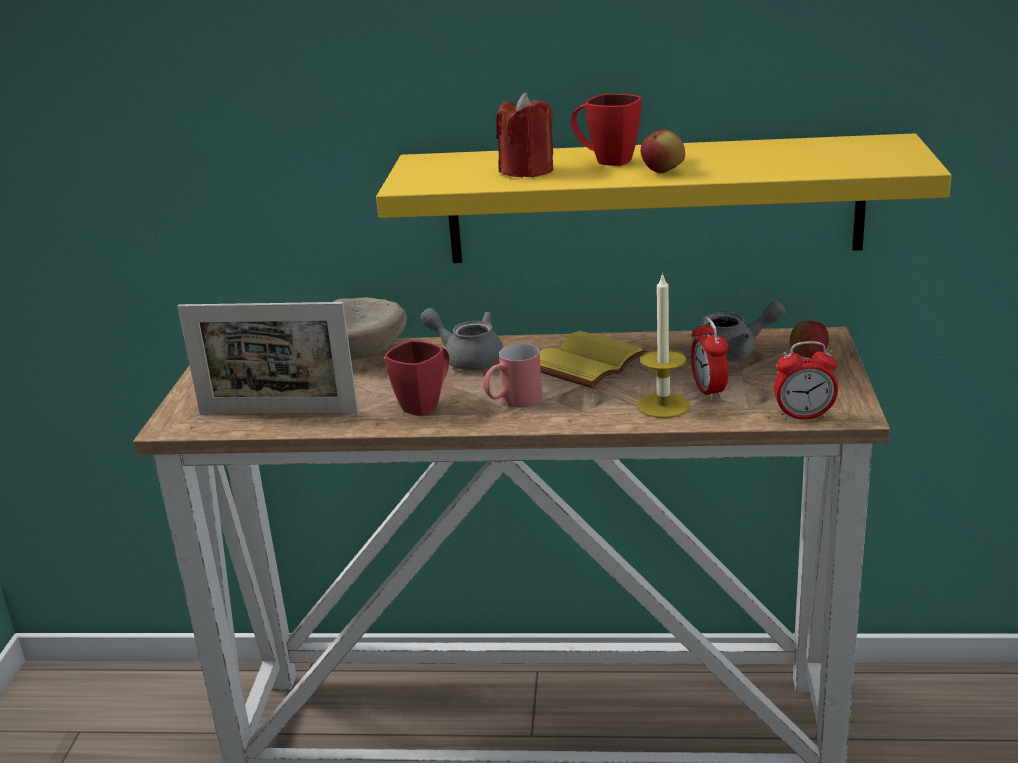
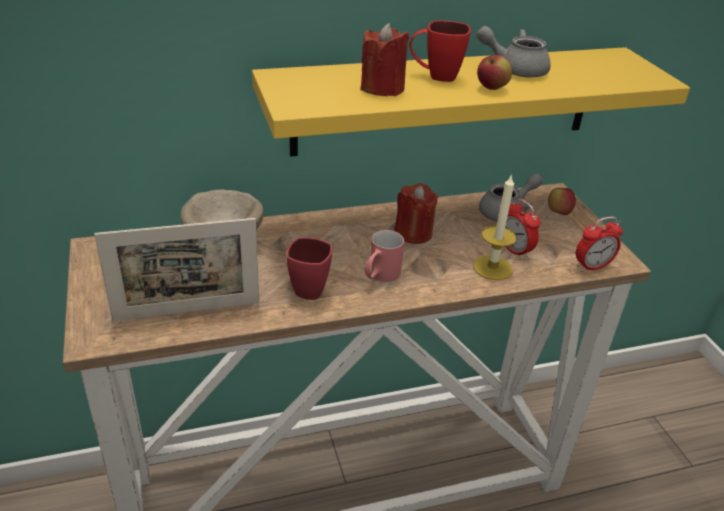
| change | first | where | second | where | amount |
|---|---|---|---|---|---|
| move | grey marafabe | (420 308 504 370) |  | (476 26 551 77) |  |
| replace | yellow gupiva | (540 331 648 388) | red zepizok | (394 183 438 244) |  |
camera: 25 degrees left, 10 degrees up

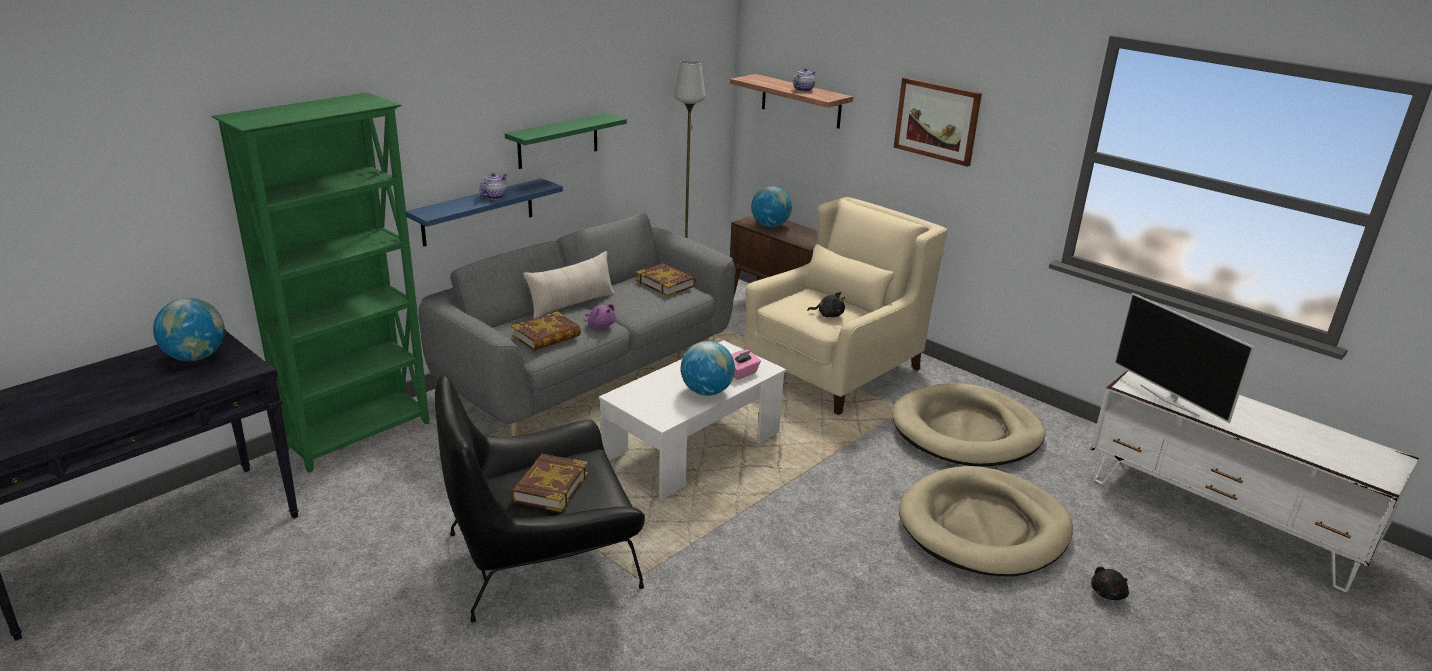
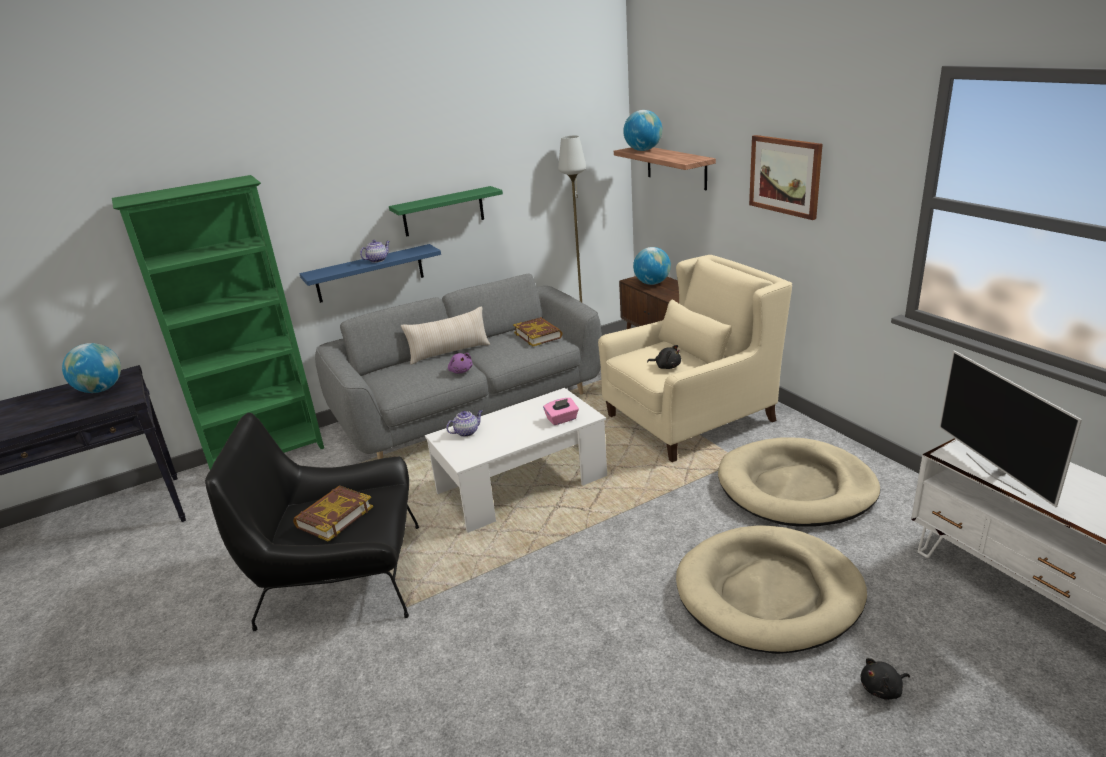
| change | first | where | second | where | amount |
|---|---|---|---|---|---|
| move | marafabe | (793 68 815 92) |  | (446 410 483 437) |  |
| delete | gupiva | (511 312 581 351) |  |  |  |
| move | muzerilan | (681 341 735 396) |  | (623 110 662 151) |  |
camera: 20 degrees right, 0 degrees up

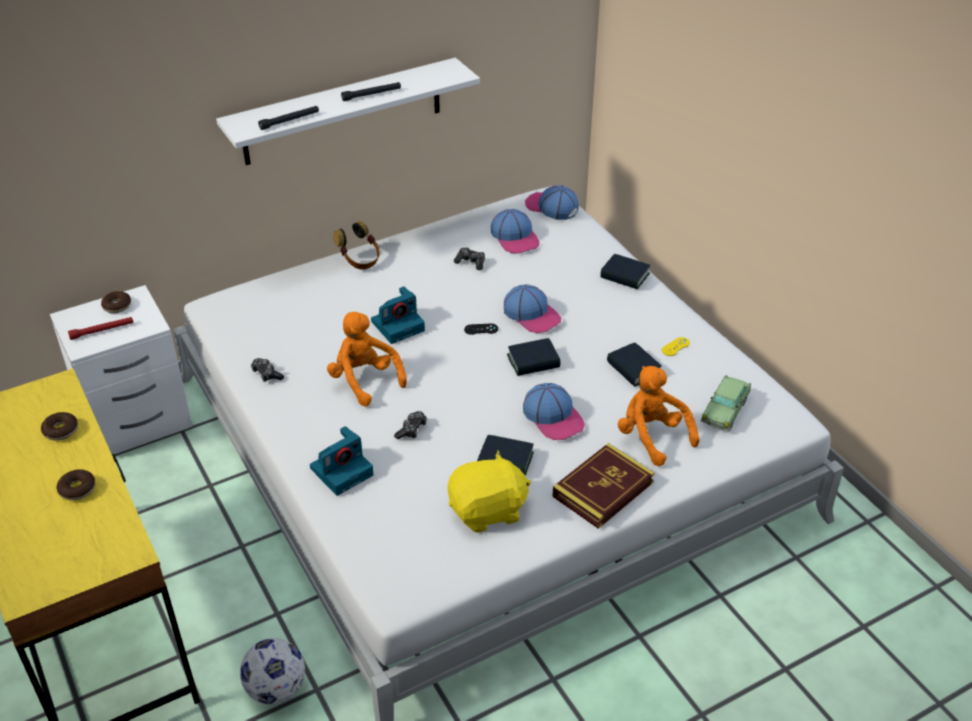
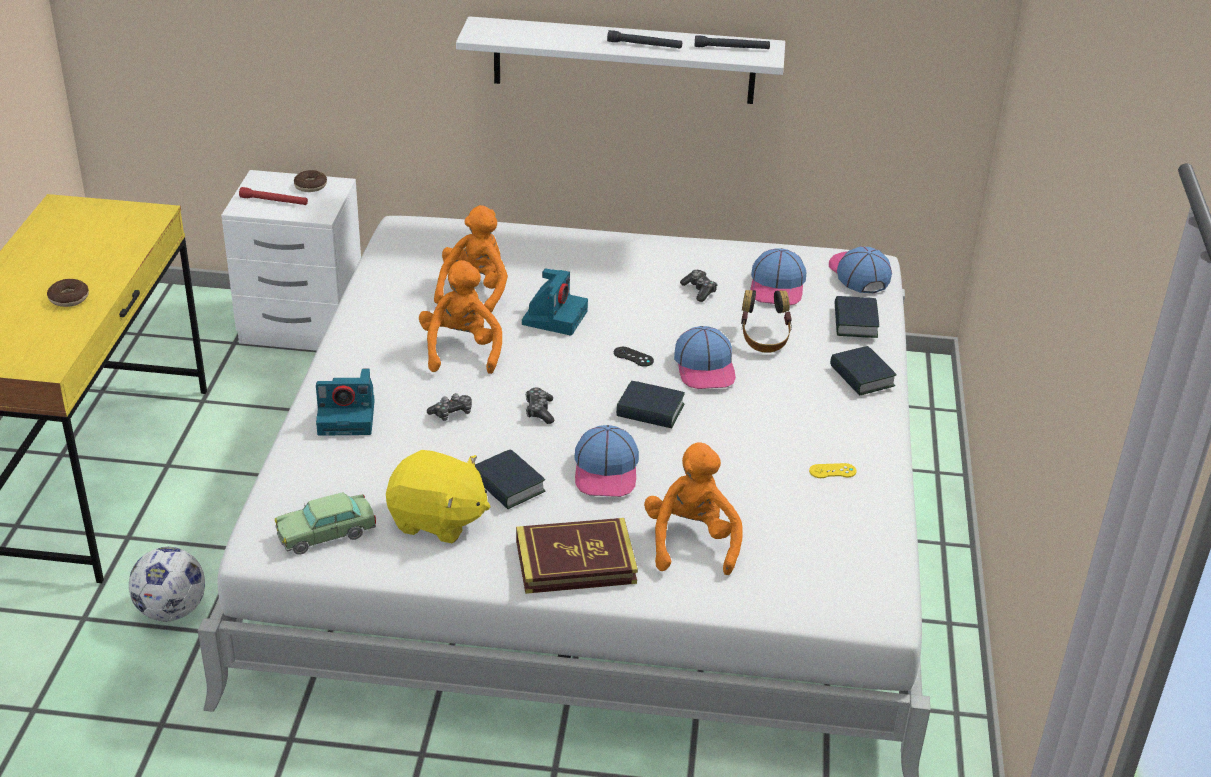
| change | first | where | second | where | amount |
|---|---|---|---|---|---|
| move | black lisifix | (258 106 319 130) |  | (694 35 770 49) |  |
| move | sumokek | (333 221 380 270) |  | (741 290 792 353) |  |
| rotate | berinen | (371 286 425 344) |  | (522 269 588 336) | 75 degrees counterclockwise |
| move | gupiva | (607 343 662 387) |  | (835 296 879 338) |  |
| move | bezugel | (251 358 284 382) |  | (525 387 554 424) |  |
| move | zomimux | (701 375 751 431) |  | (275 492 376 555) |  |
| delete | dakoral | (41 412 78 441) |  |  |  |
| insert |  |  | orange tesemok | (434 205 508 313) |  |
camera: 35 degrees right, 5 degrees down

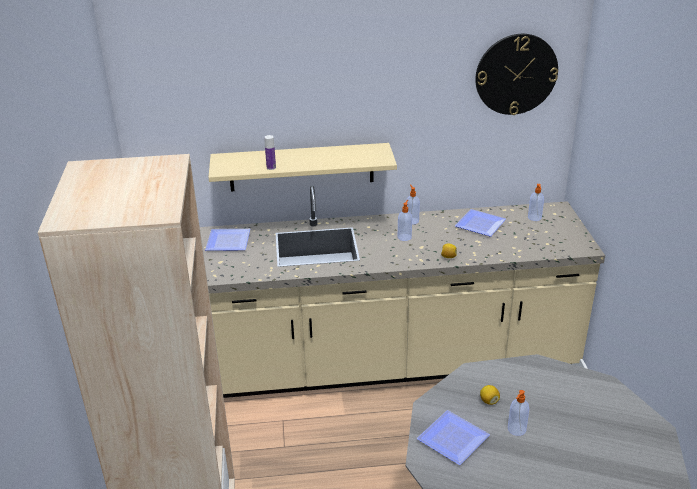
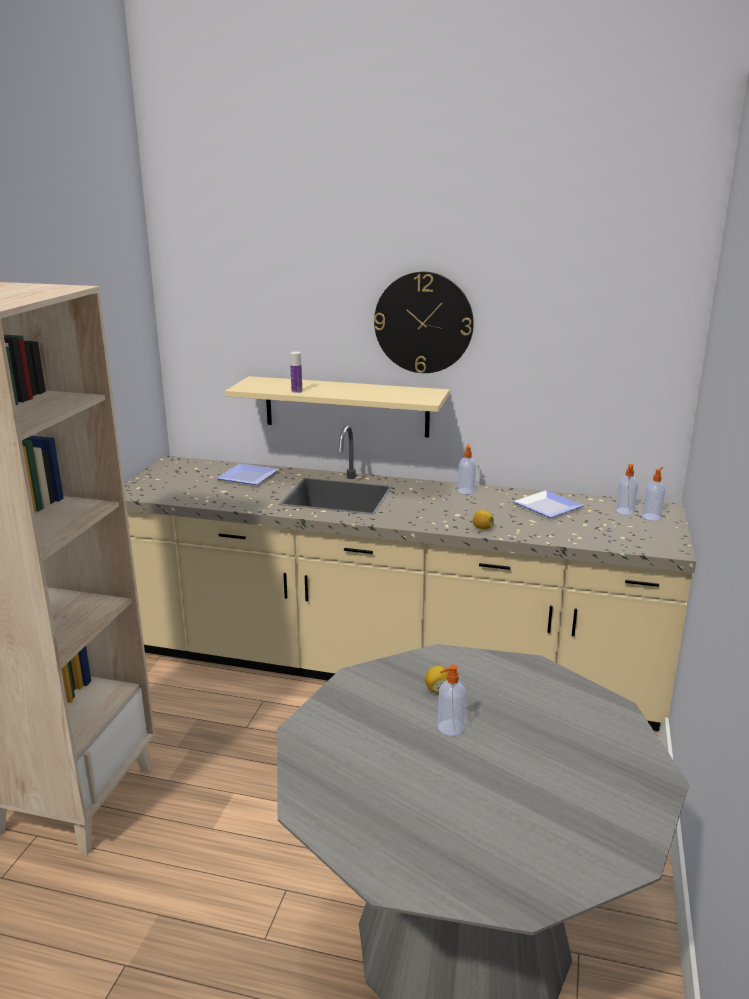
| change | first | where | second | where | amount |
|---|---|---|---|---|---|
| move | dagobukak | (475 34 558 115) |  | (374 272 474 373) |  |
| move | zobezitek | (398 200 412 241) |  | (642 467 665 521) |  |
| delete | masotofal | (417 410 490 465) |  |  |  |
camera: 20 degrees right, 10 degrees down

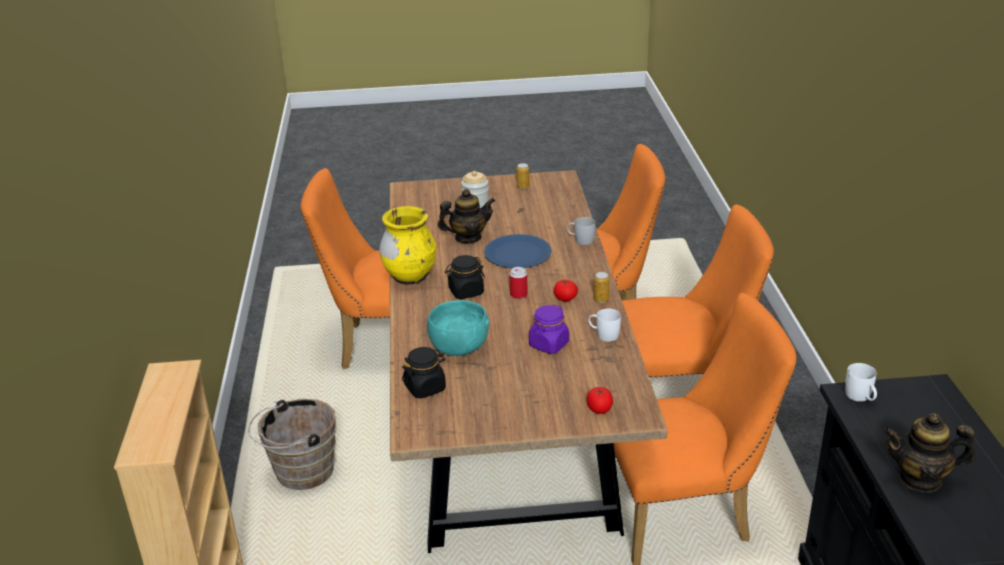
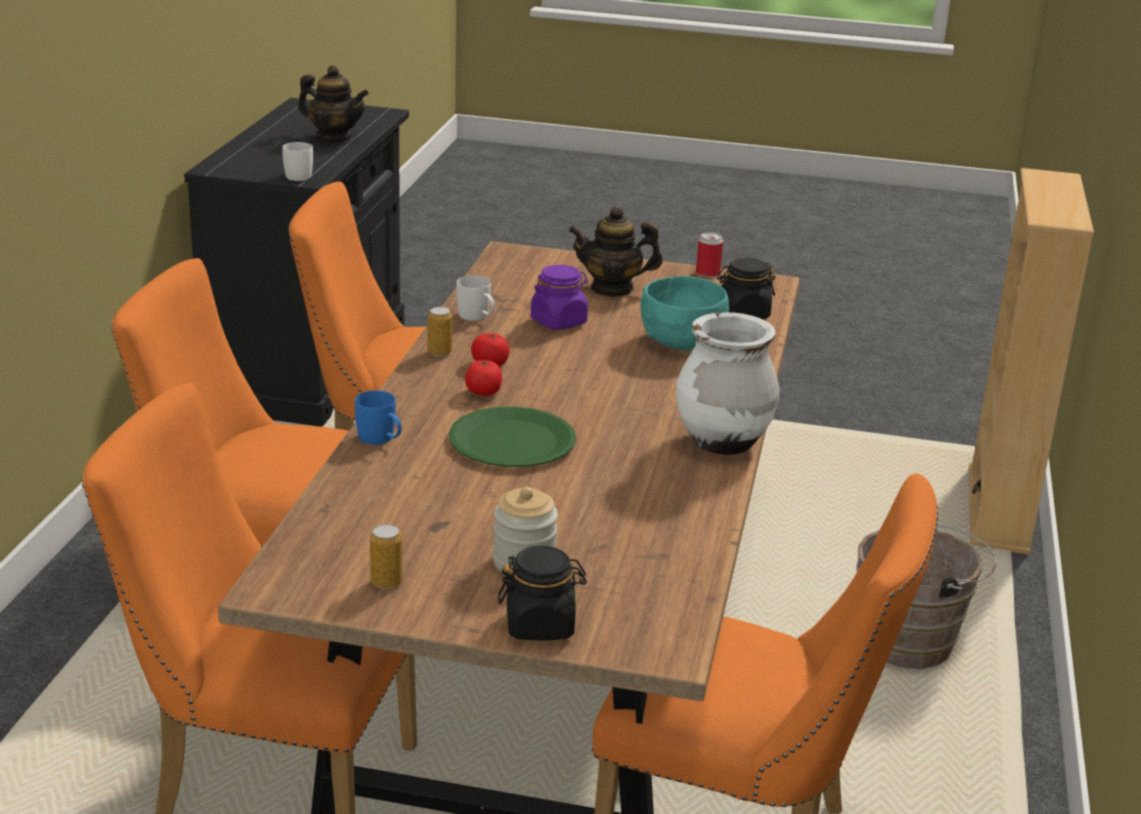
| change | first | where | second | where | amount |
|---|---|---|---|---|---|
| move | marafabe | (438 189 495 243) |  | (569 206 663 297) |  |
| recolor | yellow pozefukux | (379 206 436 285) | white pozefukux | (676 312 780 455) |  |
| recolor | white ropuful | (567 217 595 245) | blue ropuful | (355 390 402 445) |  |
| recolor | blue masotofal | (484 234 552 268) | green masotofal | (448 406 577 467) |  |
| move | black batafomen | (445 255 485 299) |  | (498 546 587 640) |  |
| move | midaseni | (509 267 528 299) |  | (696 232 723 277) |  |
| move | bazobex | (586 387 613 414) |  | (465 359 502 396) |  |
camera: 165 degrees left, 5 degrees down

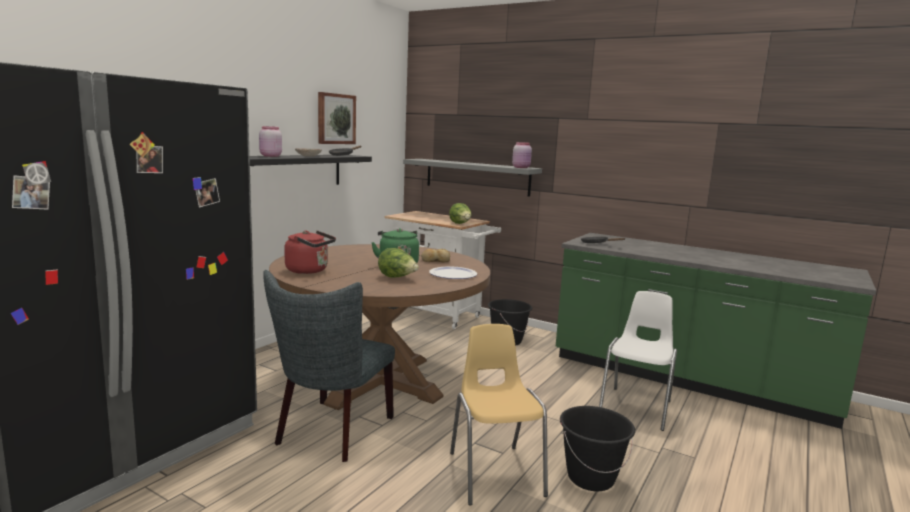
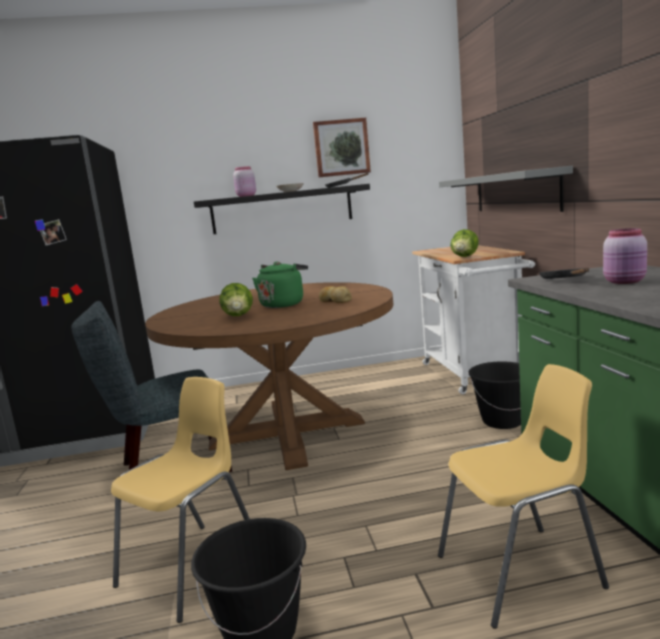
| change | first | where | second | where | amount |
|---|---|---|---|---|---|
| move | pink batafomen | (512 142 532 168) |  | (603 228 647 284) |  |
| delete | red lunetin | (284 230 336 274) |  |  |  |
| delete | masotofal | (429 266 477 279) |  |  |  |
| recolor | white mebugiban | (599 291 677 431) | yellow mebugiban | (438 364 609 629) |  |
camera: 50 degrees right, 0 degrees up

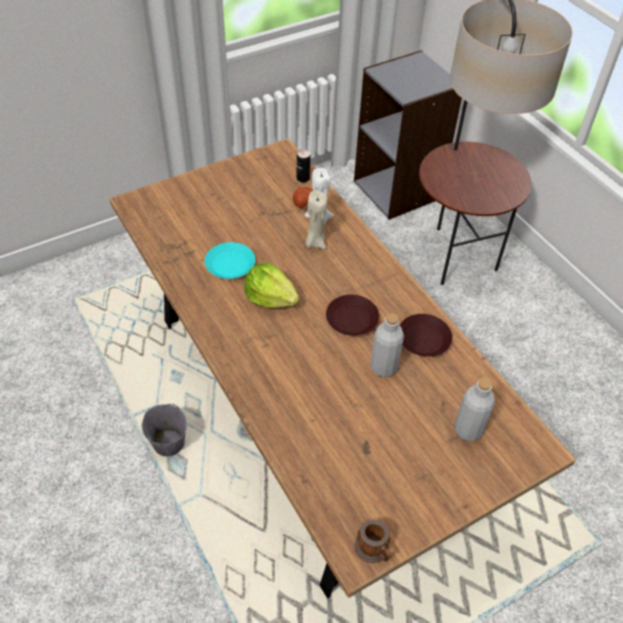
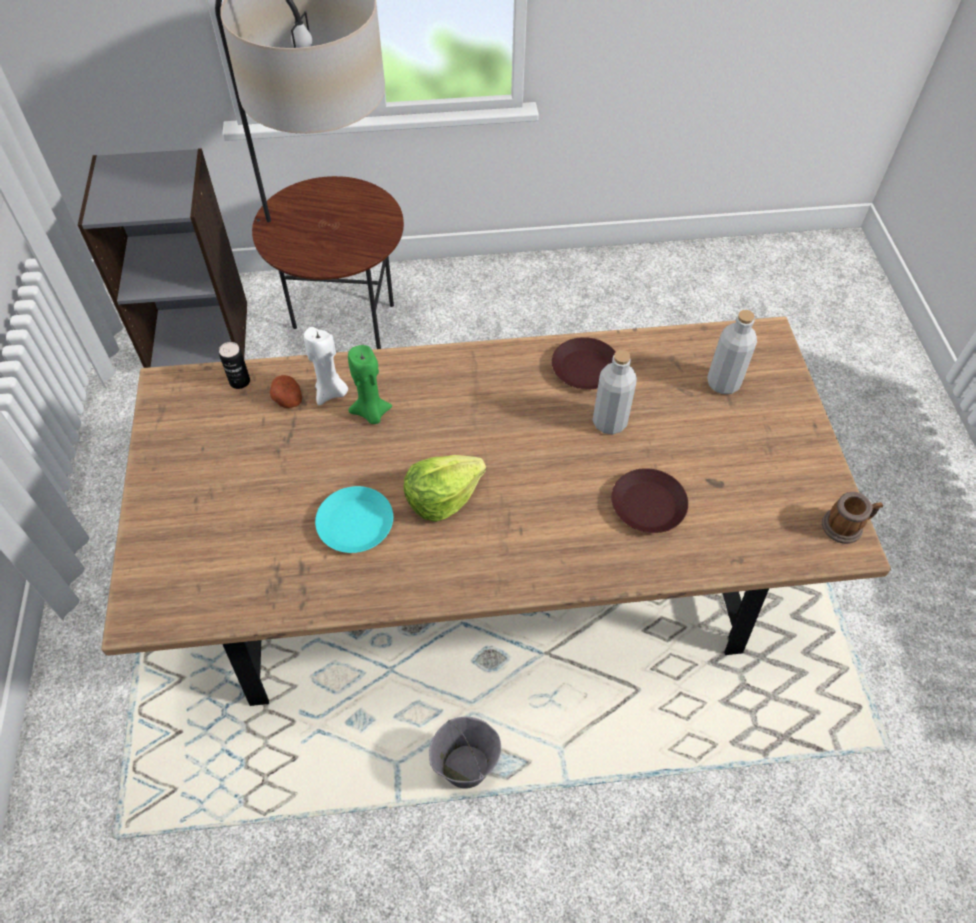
| change | first | where | second | where | amount |
|---|---|---|---|---|---|
| recolor | beige zepizok | (305 191 327 249) | green zepizok | (348 345 392 424) |  |
| move | brown masotofal | (326 295 379 336) |  | (612 468 688 533) |  |
camera: 65 degrees left, 5 degrees up

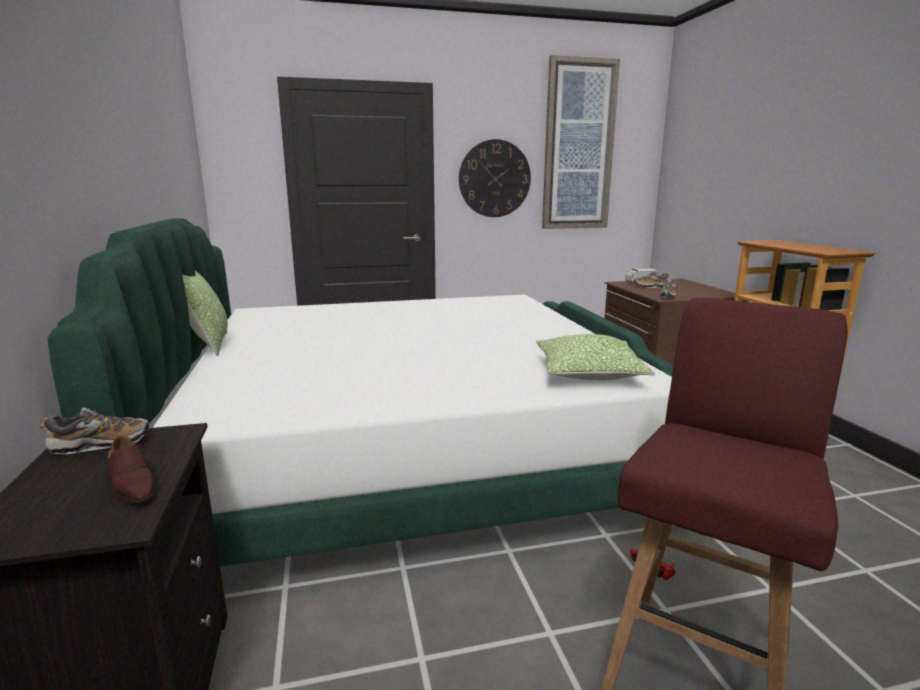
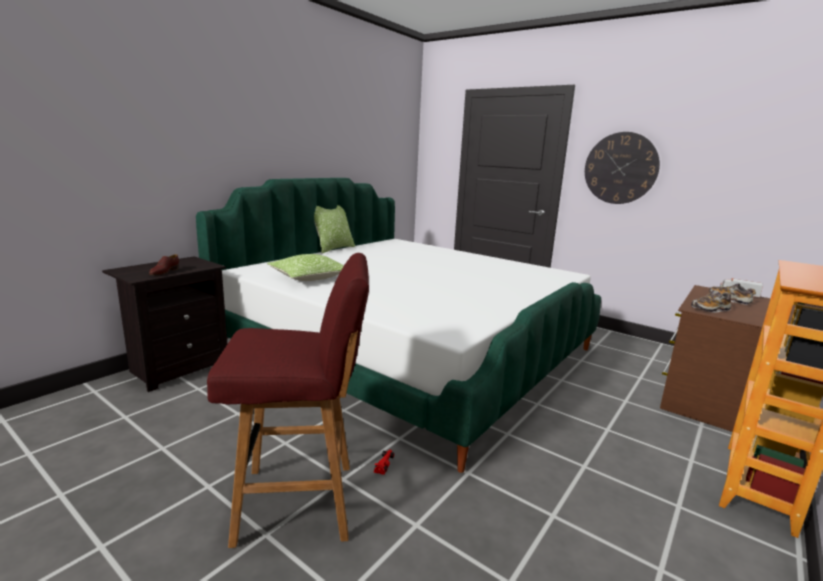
| change | first | where | second | where | amount |
|---|---|---|---|---|---|
| delete | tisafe | (542 55 620 229) |  |  |  |
| move | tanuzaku | (536 334 655 380) |  | (267 254 344 281) |  |
| delete | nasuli | (40 407 149 454) |  |  |  |
camera: 50 degrees right, 0 degrees up

